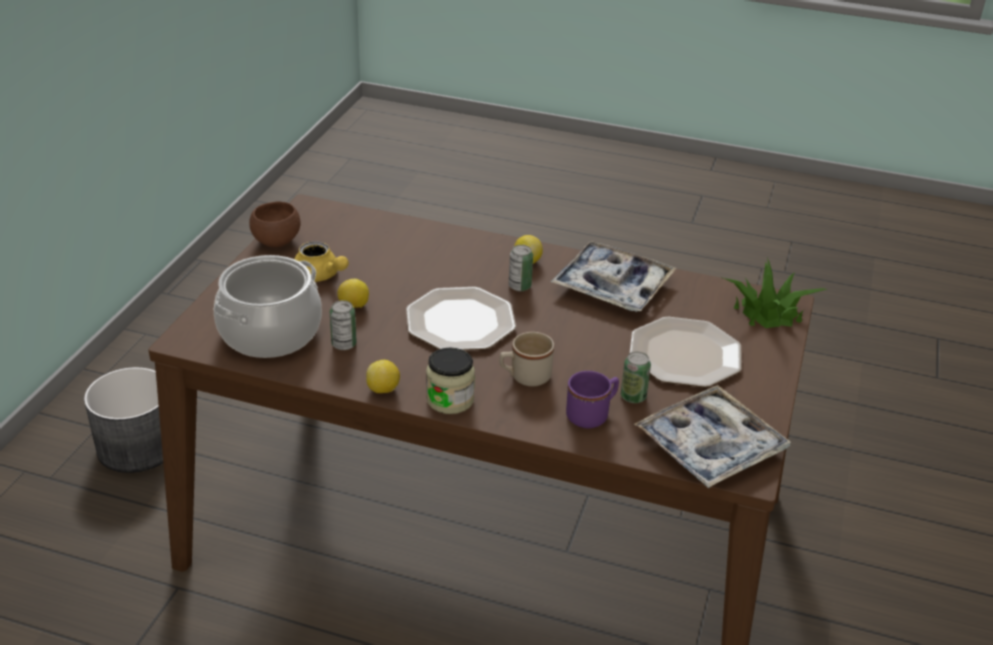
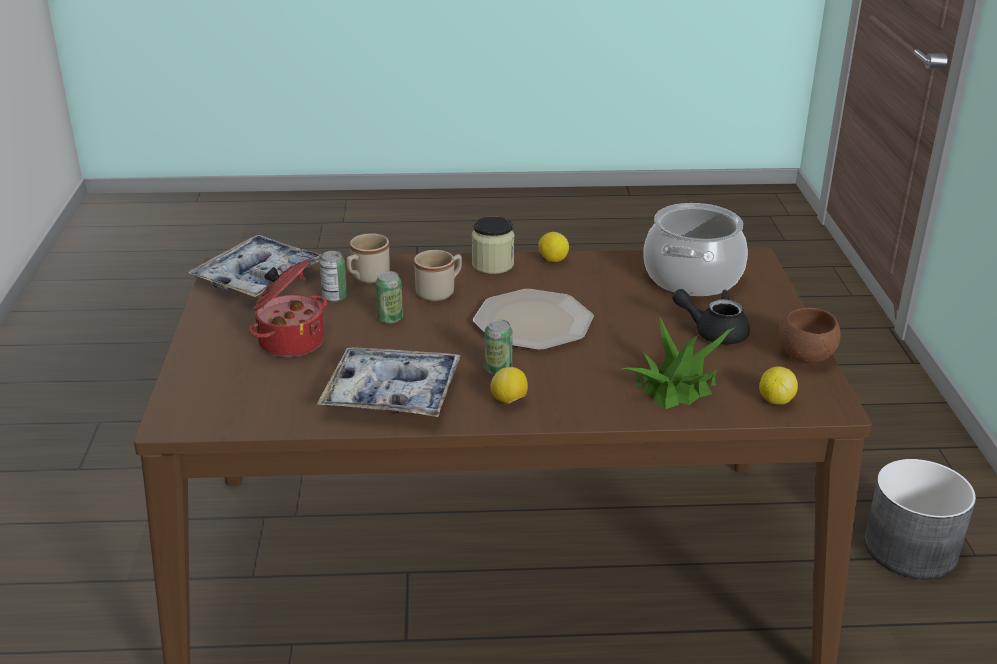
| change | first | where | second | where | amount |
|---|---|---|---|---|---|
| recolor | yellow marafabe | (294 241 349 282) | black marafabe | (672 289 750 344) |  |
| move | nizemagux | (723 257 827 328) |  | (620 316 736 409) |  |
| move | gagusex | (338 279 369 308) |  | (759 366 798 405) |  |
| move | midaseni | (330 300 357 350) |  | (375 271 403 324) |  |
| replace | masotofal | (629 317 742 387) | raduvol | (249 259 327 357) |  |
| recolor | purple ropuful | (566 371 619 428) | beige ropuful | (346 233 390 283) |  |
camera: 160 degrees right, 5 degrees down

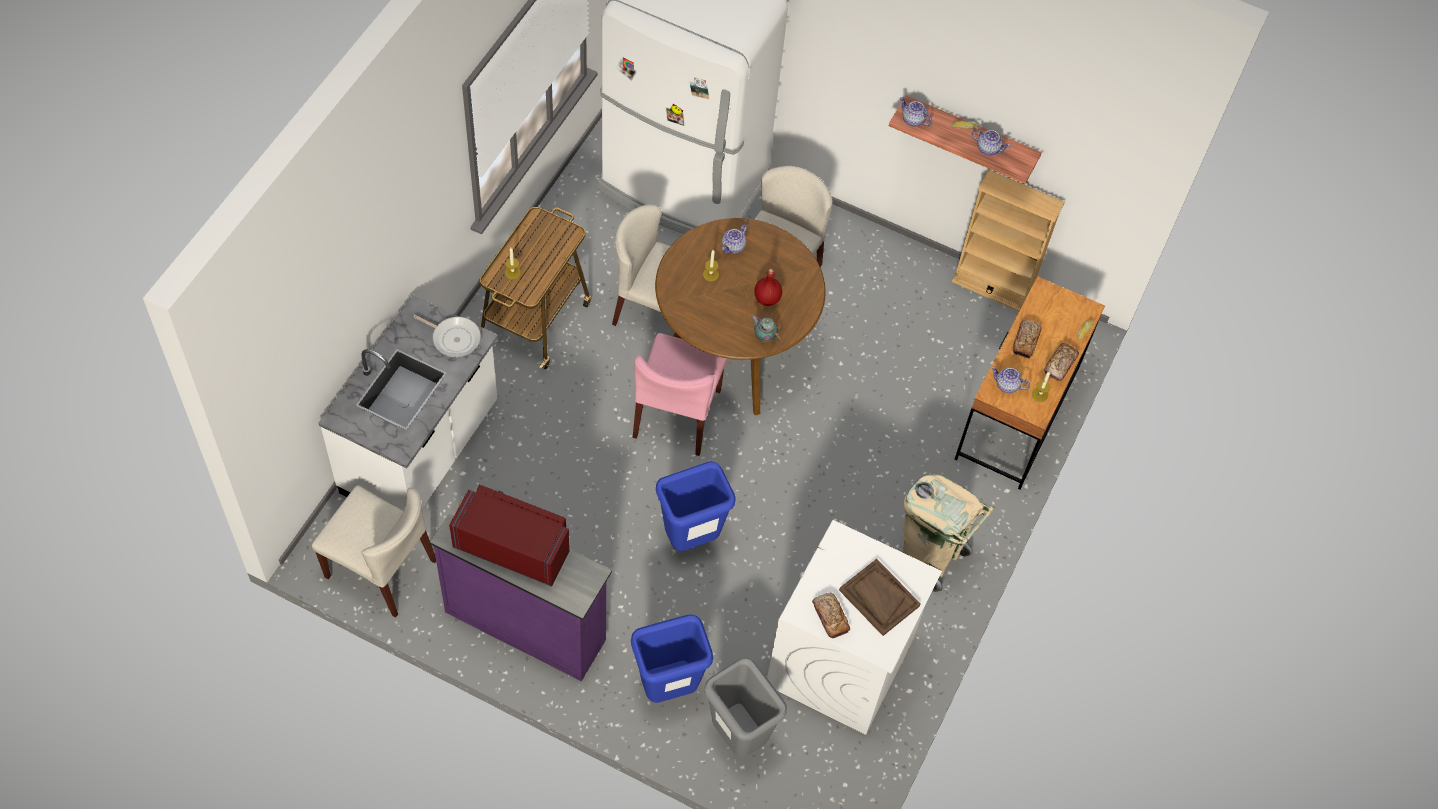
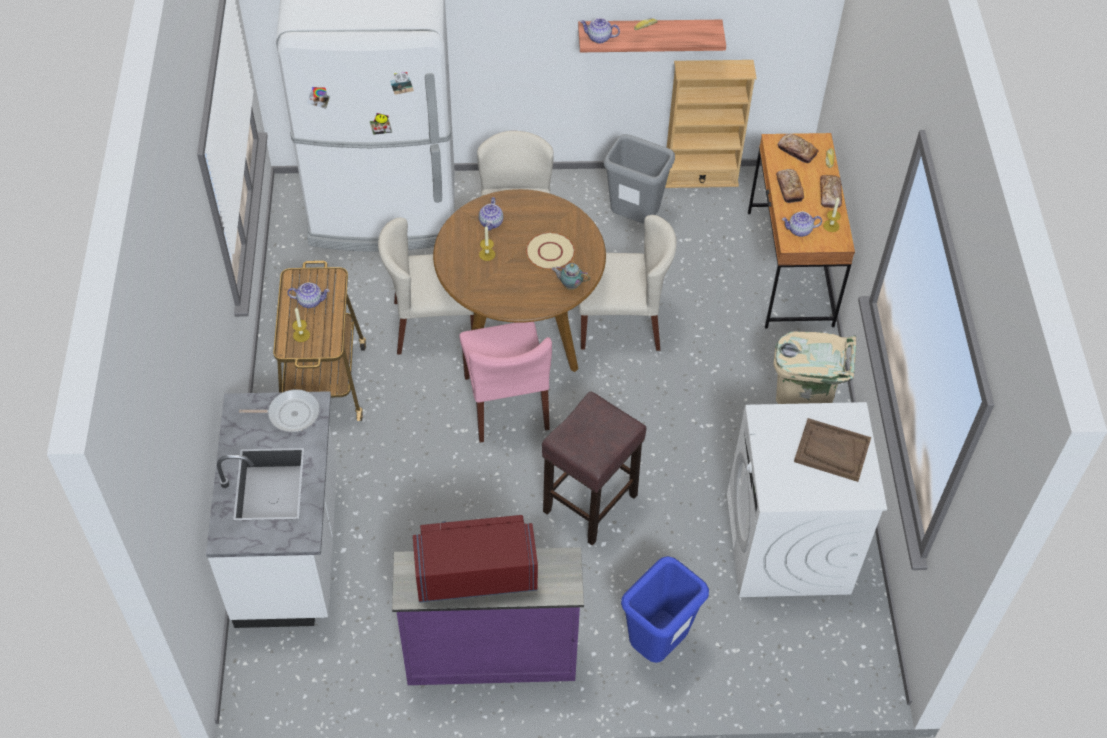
| change | first | where | second | where | amount |
|---|---|---|---|---|---|
| move | marafabe | (972 129 1010 156) |  | (287 283 330 308) |  |
| replace | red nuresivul | (754 269 782 306) | beige masotofal | (526 232 575 270) |  |
| replace | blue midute | (656 461 736 551) | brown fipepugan | (542 392 647 545) |  |
| move | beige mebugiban | (312 485 436 618) |  | (578 215 677 351) |  |
| move | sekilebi | (812 593 850 638) |  | (778 134 819 163) |  |
| move | grey midute | (704 658 787 757) |  | (603 134 675 223) |  |
camera: 25 degrees left, 5 degrees down

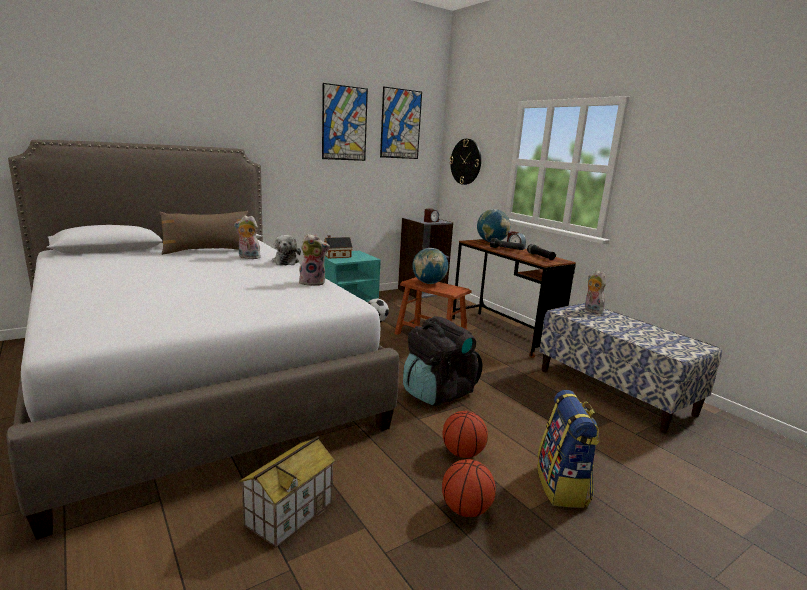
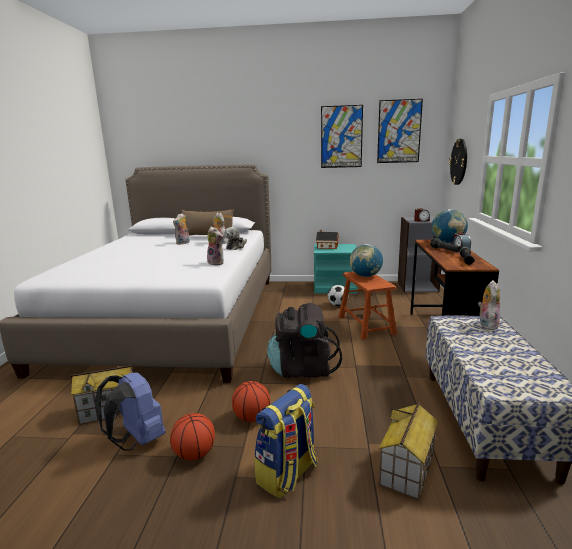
| change | first | where | second | where | amount |
|---|---|---|---|---|---|
| insert |  |  | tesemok | (173 213 190 245) |  |
| insert |  |  | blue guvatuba | (95 372 166 451) |  |
| insert |  |  | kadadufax | (379 402 438 500) |  |
camera: 40 degrees right, 0 degrees up

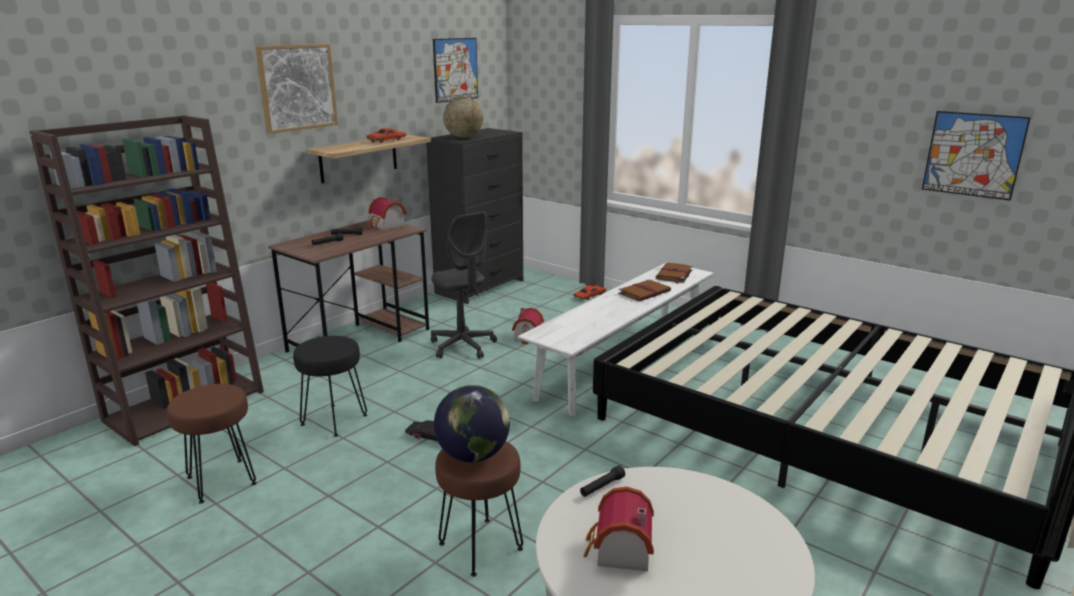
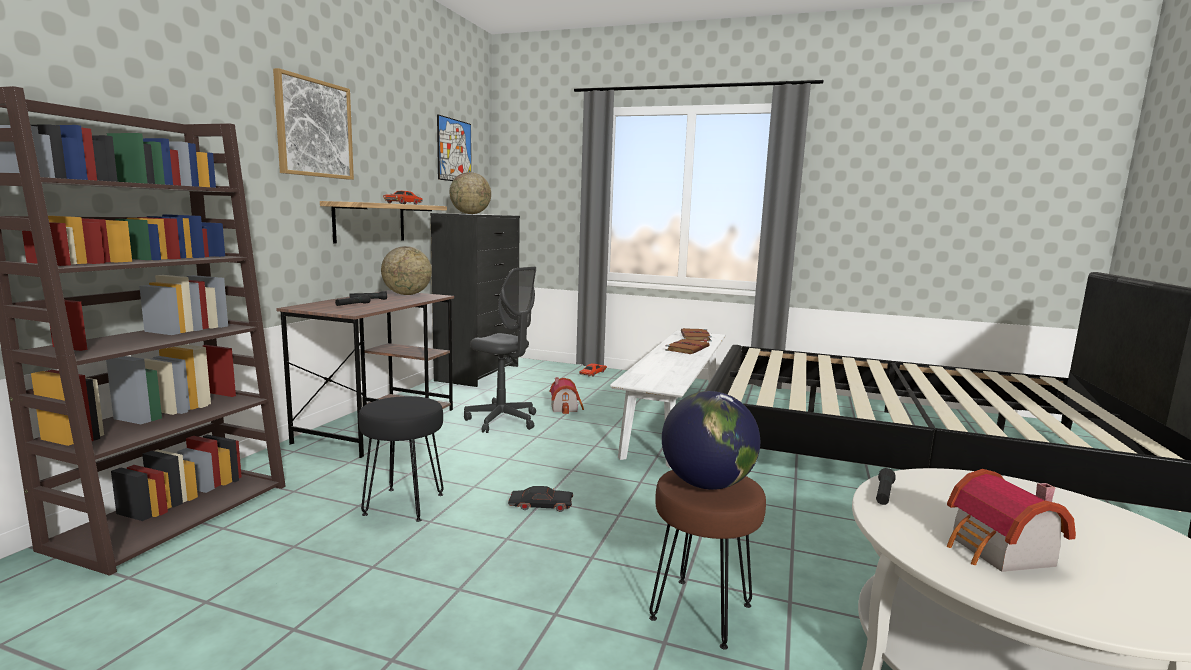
| change | first | where | second | where | amount |
|---|---|---|---|---|---|
| delete | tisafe | (922 111 1031 201) |  |  |  |
| replace | kadadufax | (368 197 407 230) | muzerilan | (381 246 432 295) |  |
| delete | brown fipepugan | (167 384 257 504) |  |  |  |
camera: 20 degrees left, 10 degrees down

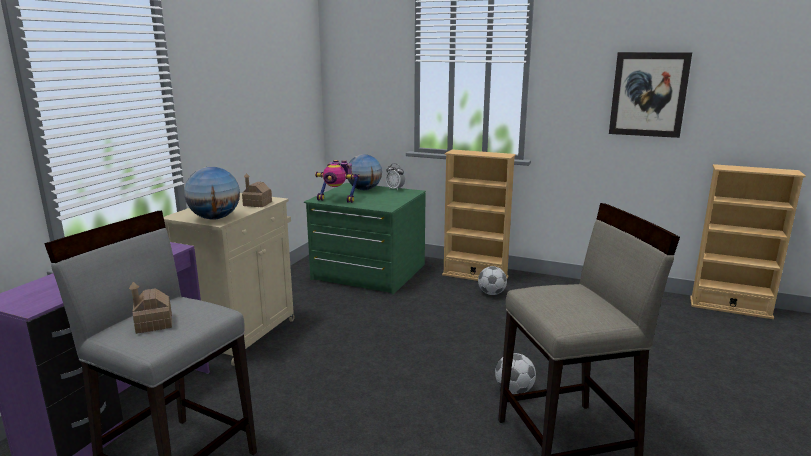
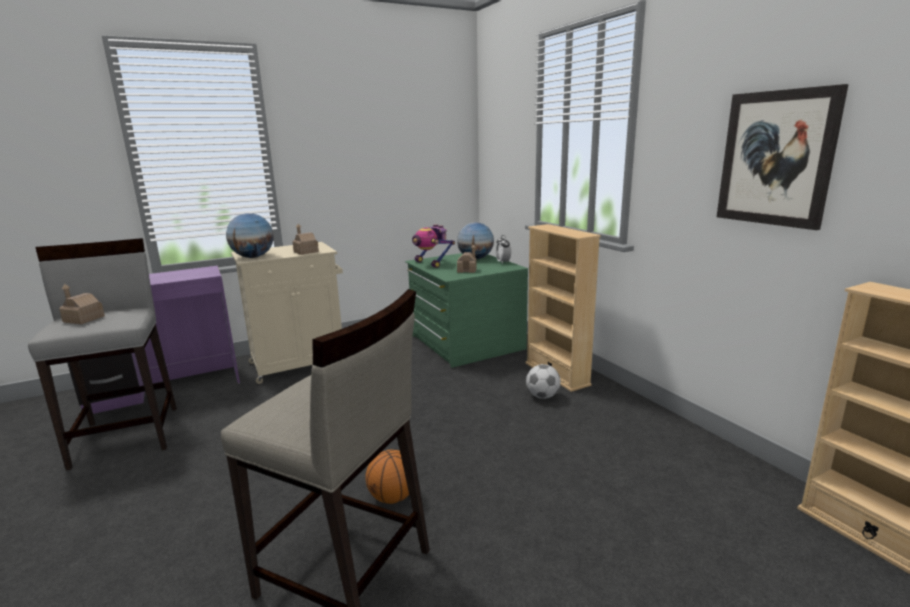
| change | first | where | second | where | amount |
|---|---|---|---|---|---|
| replace | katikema | (495 353 536 394) | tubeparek | (366 449 409 504) |  |
| insert |  |  | kadadufax | (457 244 477 273) |  |
camera: 40 degrees right, 0 degrees up

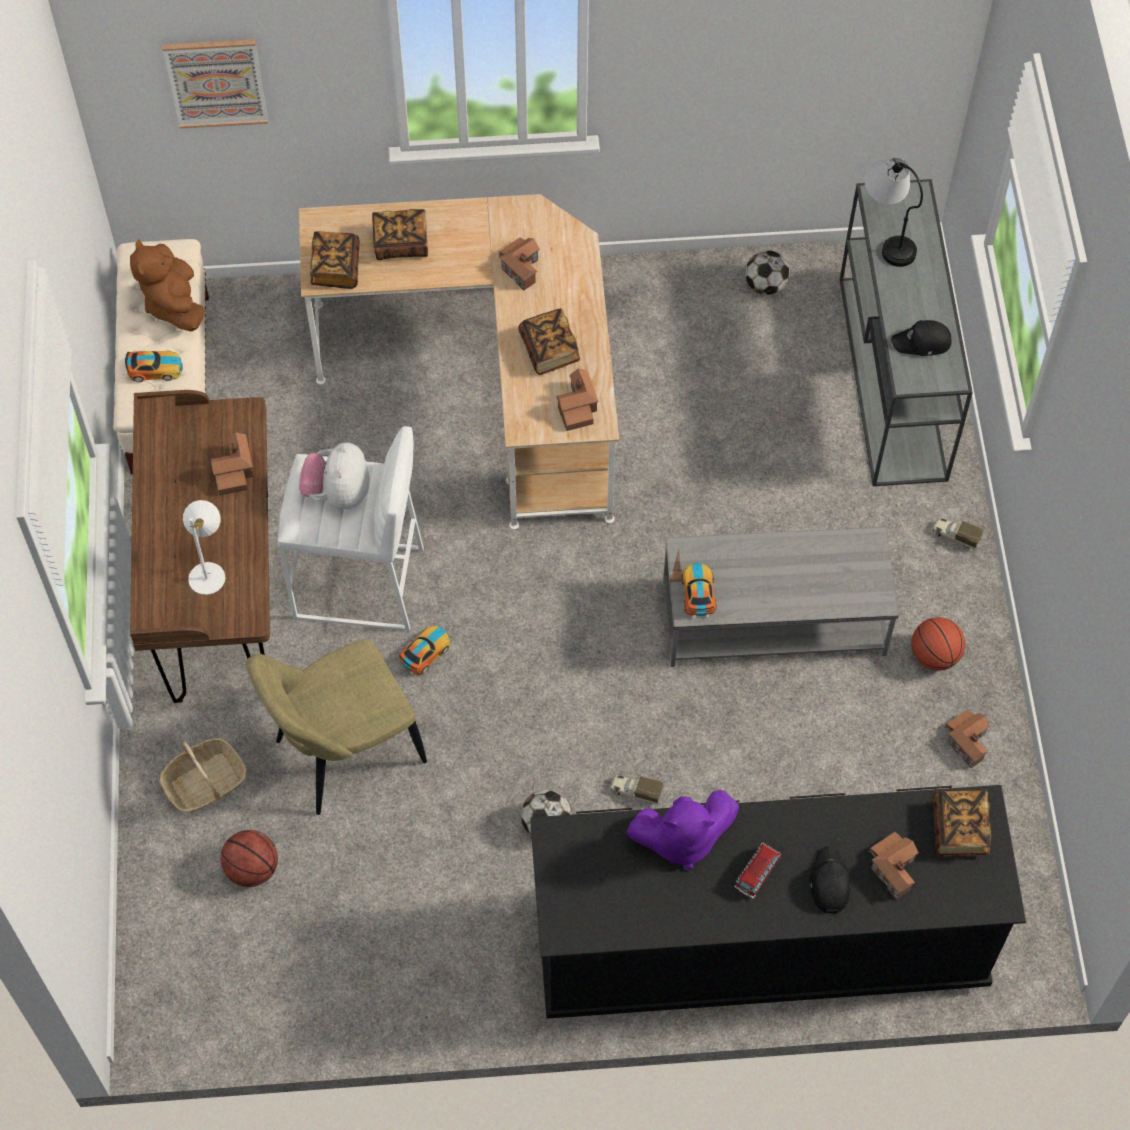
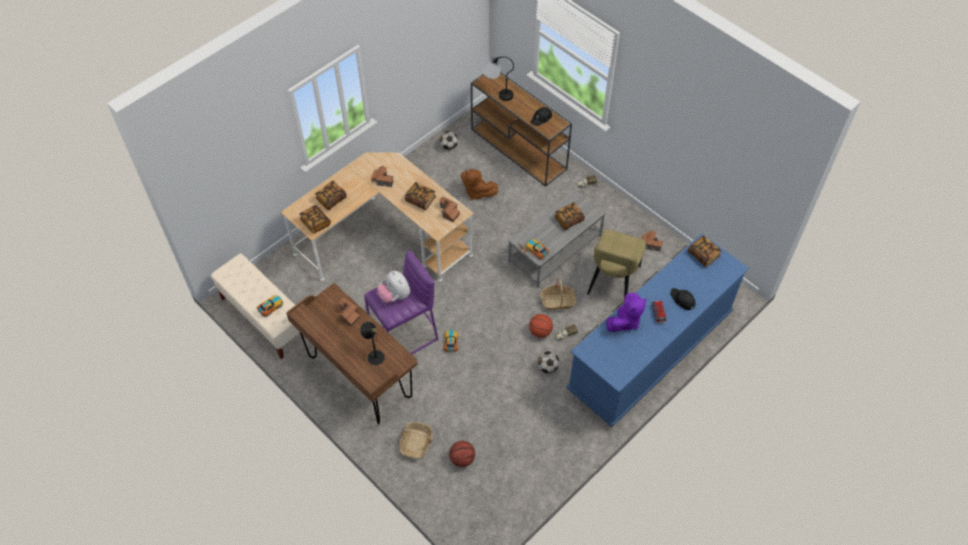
| change | first | where | second | where | amount |
|---|---|---|---|---|---|
| delete | tisafe | (162 39 268 129) |  |  |  |
| recolor | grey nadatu | (840 179 973 486) | brown nadatu | (471 72 572 187) |  |
| move | brown tesemok | (130 239 205 331) |  | (461 169 499 200) |  |
| recolor | white fipepugan | (277 426 424 631) | purple fipepugan | (364 250 439 354) |  |
| recolor | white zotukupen | (183 500 225 595) | black zotukupen | (360 322 385 365) |  |
| move | tubeparek | (911 617 965 671) |  | (529 314 553 338) |  |
| move | beige mebugiban | (246 639 427 815) |  | (587 229 646 298) |  |
| recolor | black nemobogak | (530 785 1026 1019) | blue nemobogak | (567 234 749 427) |  |
| delete | kadadufax | (869 832 919 900) |  |  |  |
| insert |  |  | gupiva | (554 202 585 230) |  |
| insert |  |  | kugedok | (541 278 576 310) |  |
camera: 40 degrees left, 5 degrees down

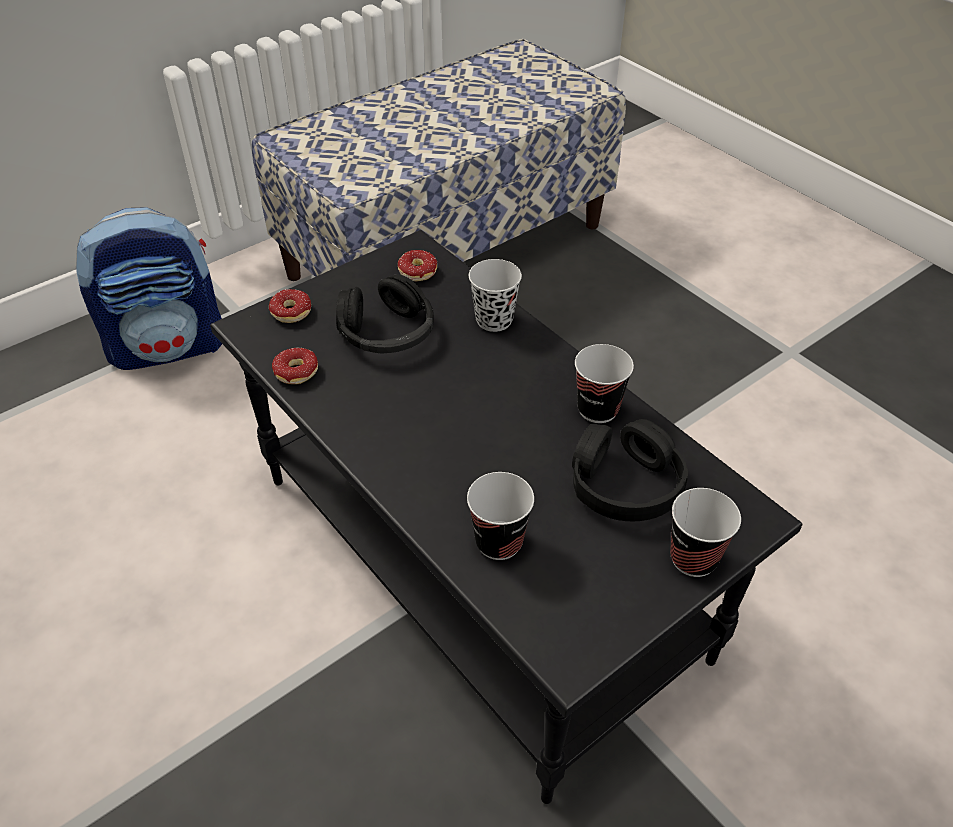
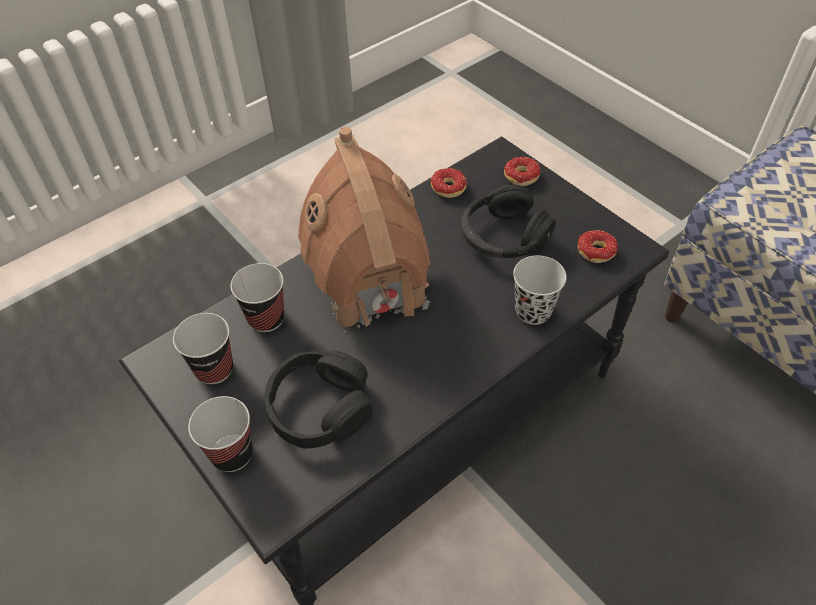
| change | first | where | second | where | amount |
|---|---|---|---|---|---|
| delete | guvatuba | (76 207 222 370) |  |  |  |
| move | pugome | (575 344 634 423) |  | (173 313 233 384) |  |
| insert |  |  | kadadufax | (298 127 430 332) |  |
camera: 90 degrees right, 5 degrees up

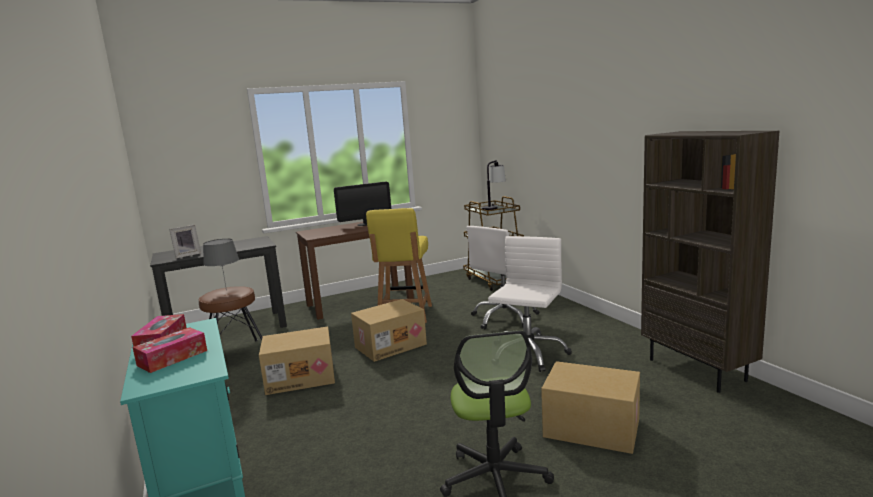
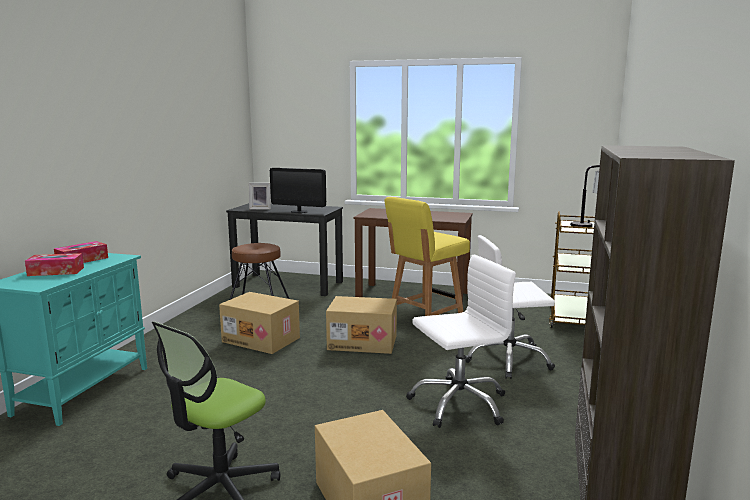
| change | first | where | second | where | amount |
|---|---|---|---|---|---|
| move | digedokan | (334 182 391 226) |  | (270 168 326 213) |  |
| delete | grey zotukupen | (203 239 239 291) |  |  |  |
camera: 40 degrees right, 0 degrees up

